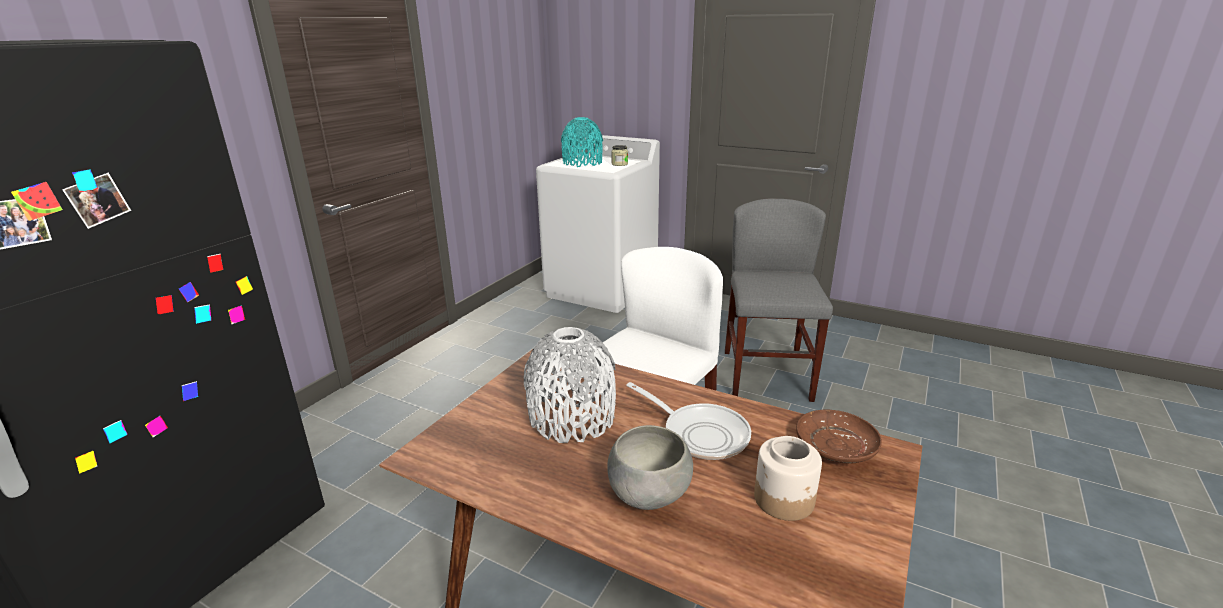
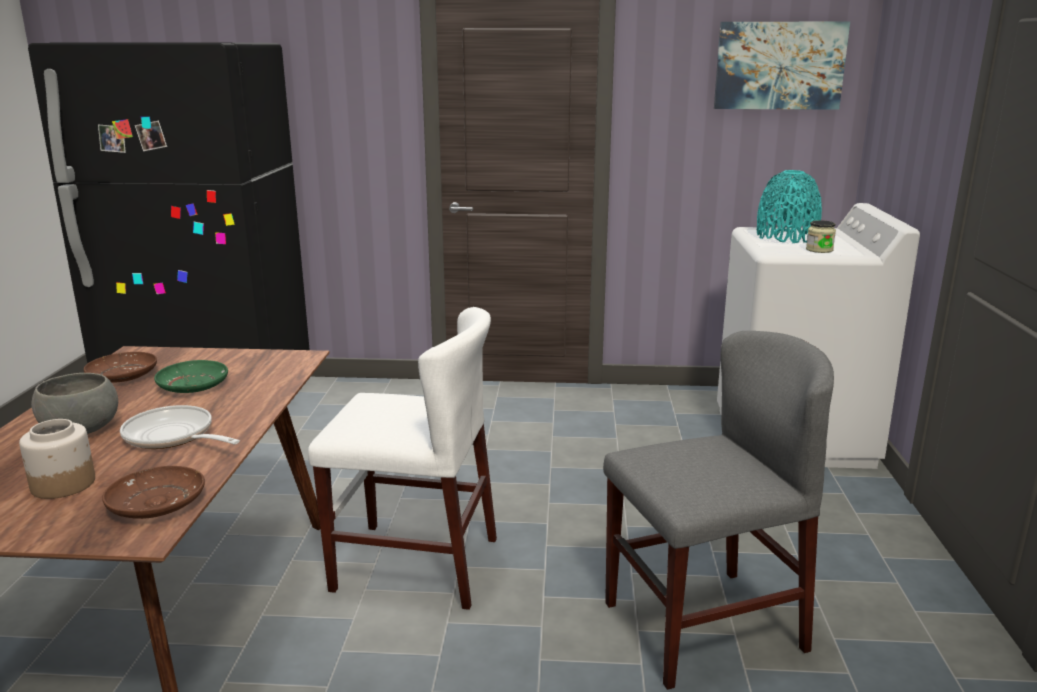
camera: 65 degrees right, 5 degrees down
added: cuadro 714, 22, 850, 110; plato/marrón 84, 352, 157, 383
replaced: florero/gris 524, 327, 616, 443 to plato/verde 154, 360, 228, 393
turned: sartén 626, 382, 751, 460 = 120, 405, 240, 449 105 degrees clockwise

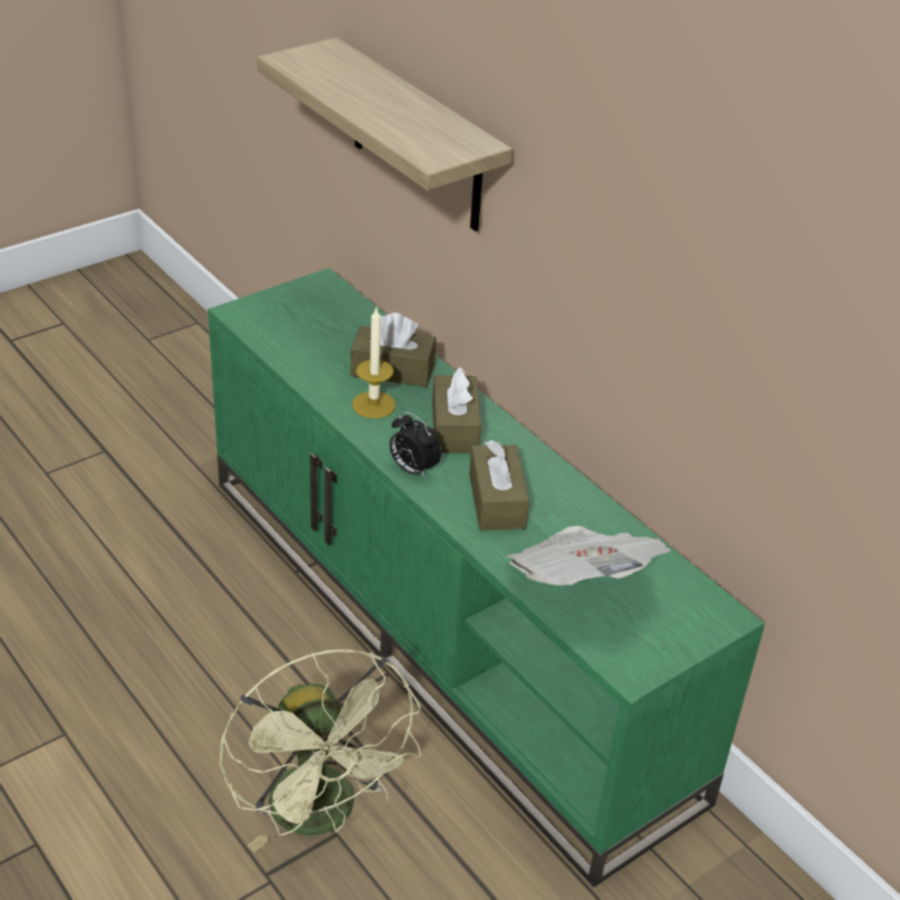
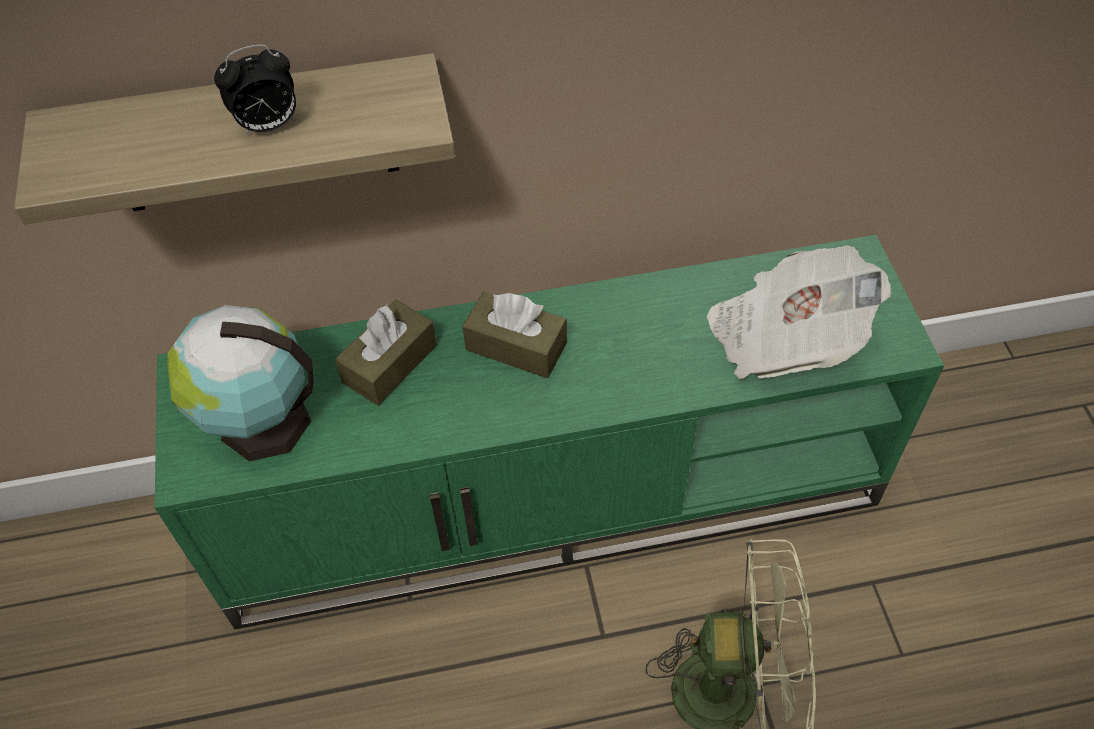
camera: 60 degrees left, 15 degrees up
removed: vela 352, 306, 396, 419; caja de pañuelos/marrón 469, 440, 529, 530
added: globo terráqueo 167, 305, 314, 461
moved: despertador 390, 412, 442, 479 to 214, 44, 296, 135

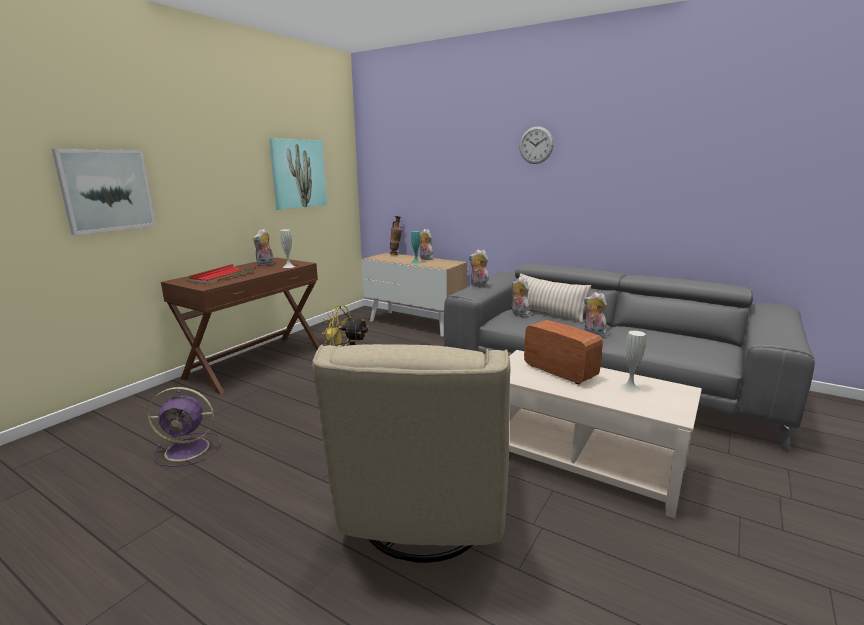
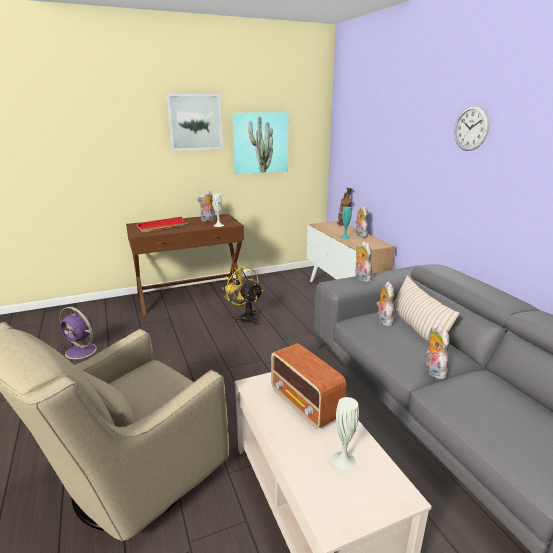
camera: 35 degrees right, 5 degrees up
moved: cuadro 52, 149, 156, 235 to 166, 94, 223, 151
turned: radio 524, 320, 603, 385 = 271, 343, 346, 429 150 degrees clockwise

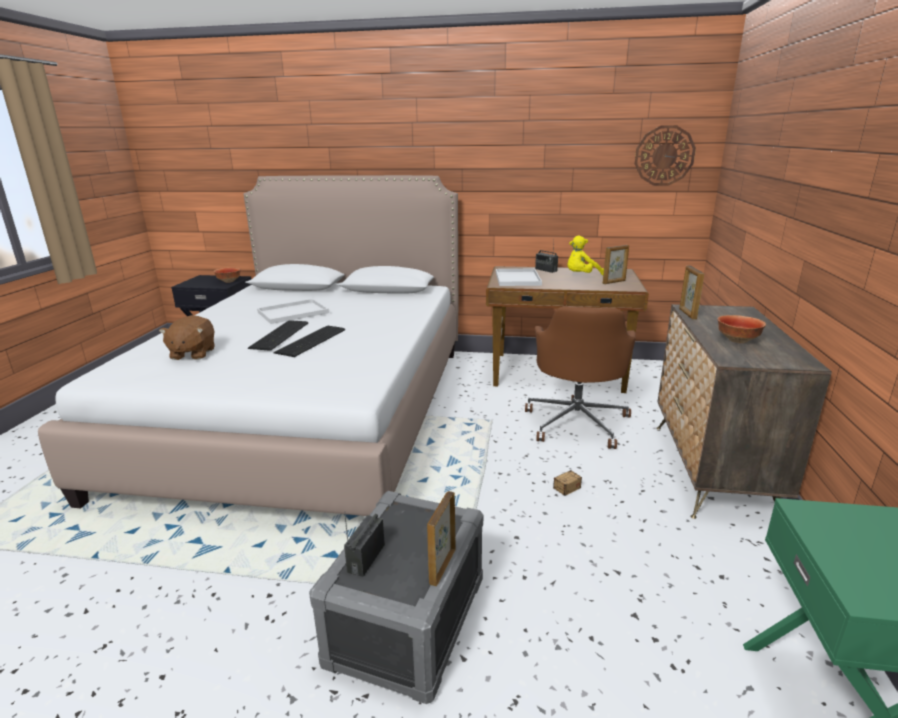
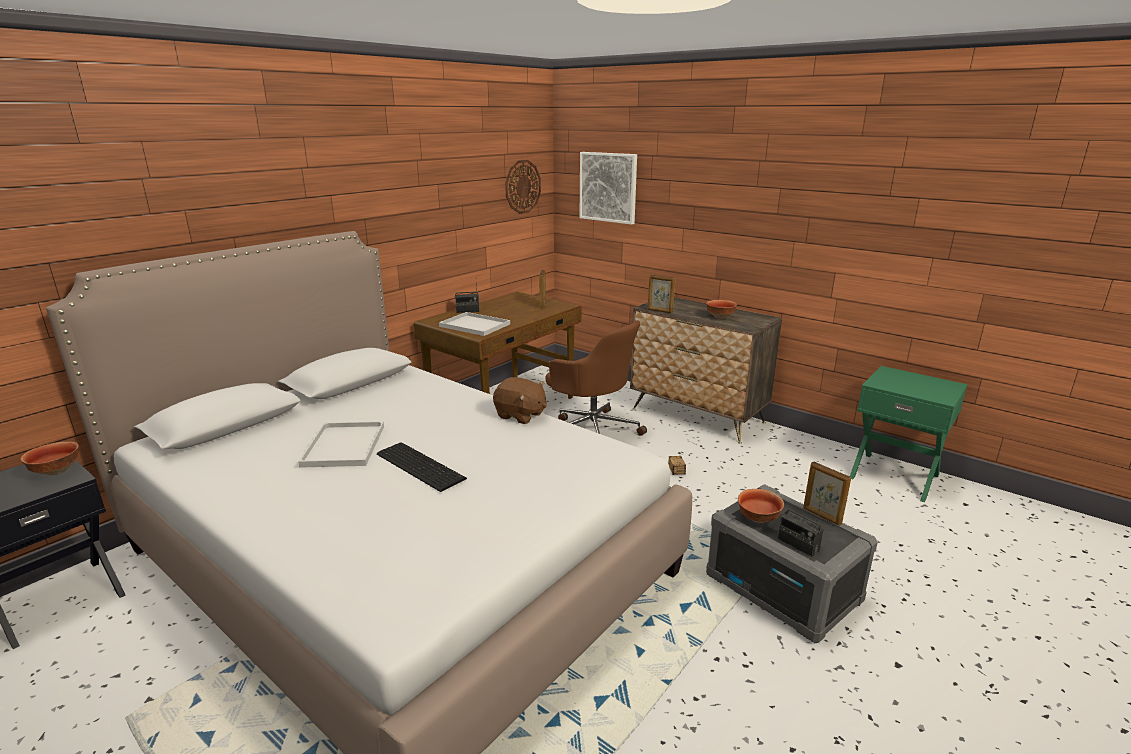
camera: 60 degrees left, 0 degrees up
removed: peluche/amarillo 567, 235, 604, 275; teclado 274, 326, 345, 357
added: cuadro 580, 152, 637, 225; cuenco 738, 489, 784, 523
moved: peluche/marrón 159, 315, 215, 360 to 493, 377, 547, 424

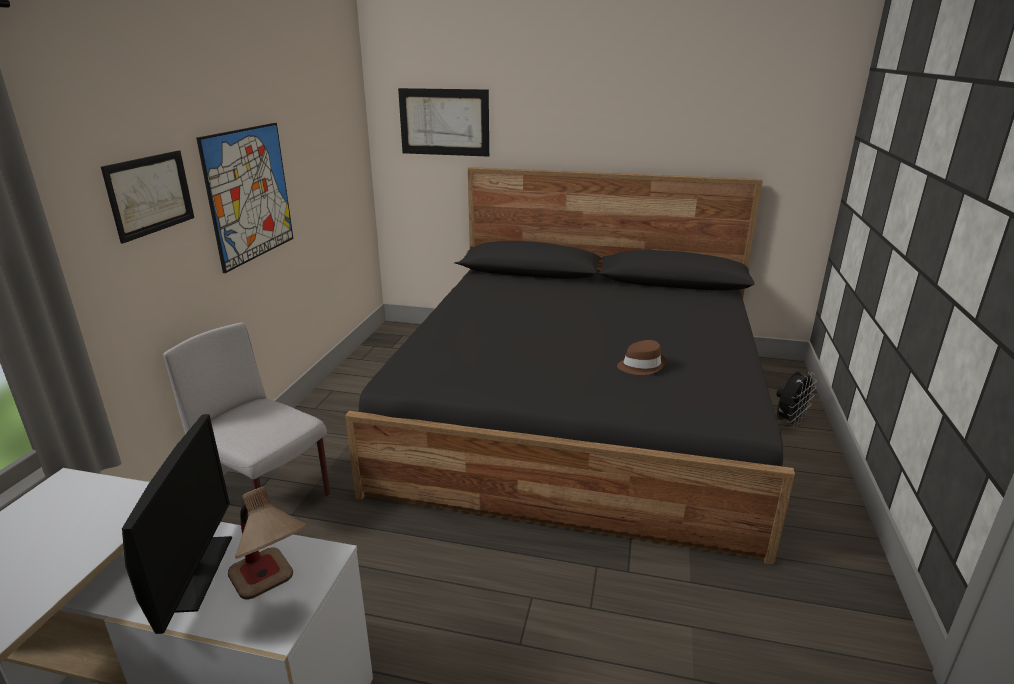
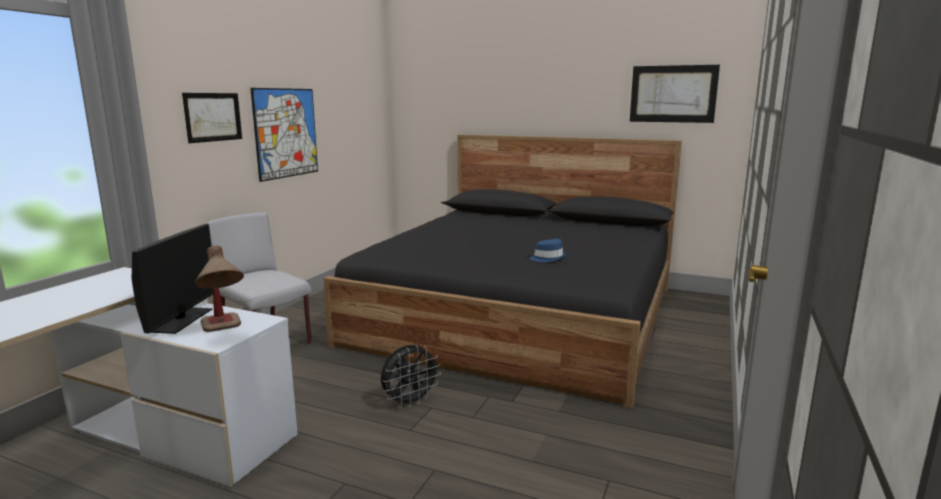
camera: 10 degrees right, 10 degrees down
moved: cuadro 398, 88, 489, 157 to 630, 65, 720, 123; ventilador/negro 776, 372, 817, 428 to 381, 345, 441, 408
recoloured: sombrero/marrón 617, 340, 666, 375 to sombrero/azul 530, 239, 567, 262

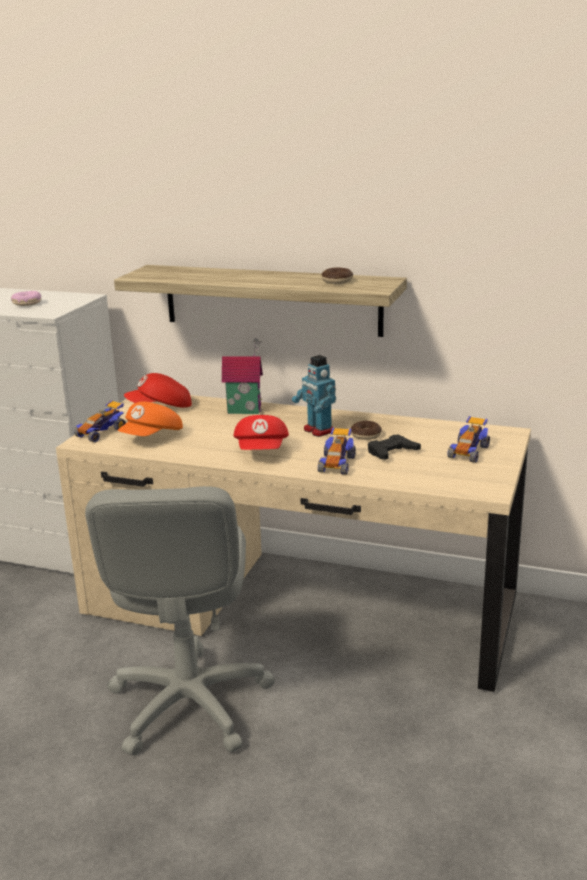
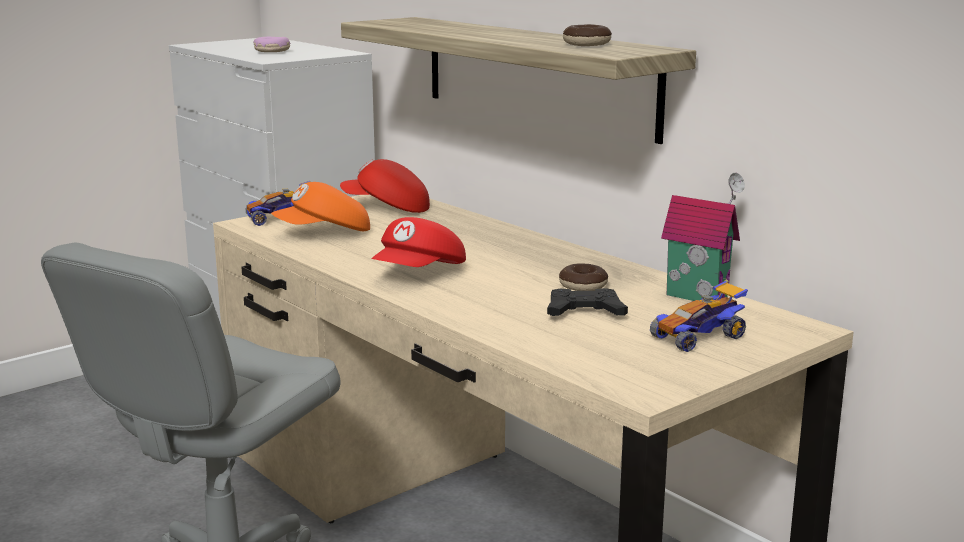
camera: 30 degrees right, 5 degrees down
removed: robot de juguete 292, 355, 336, 437; coche de juguete 318, 427, 356, 475
moved: casita 222, 338, 263, 414 to 661, 173, 745, 301

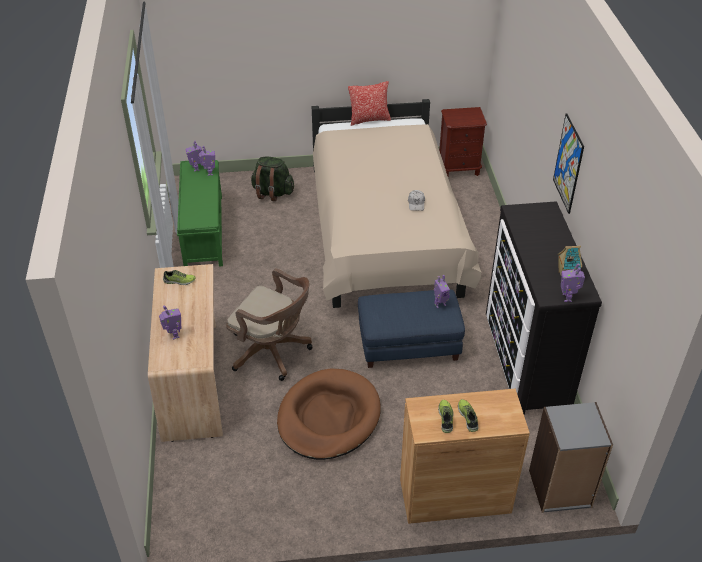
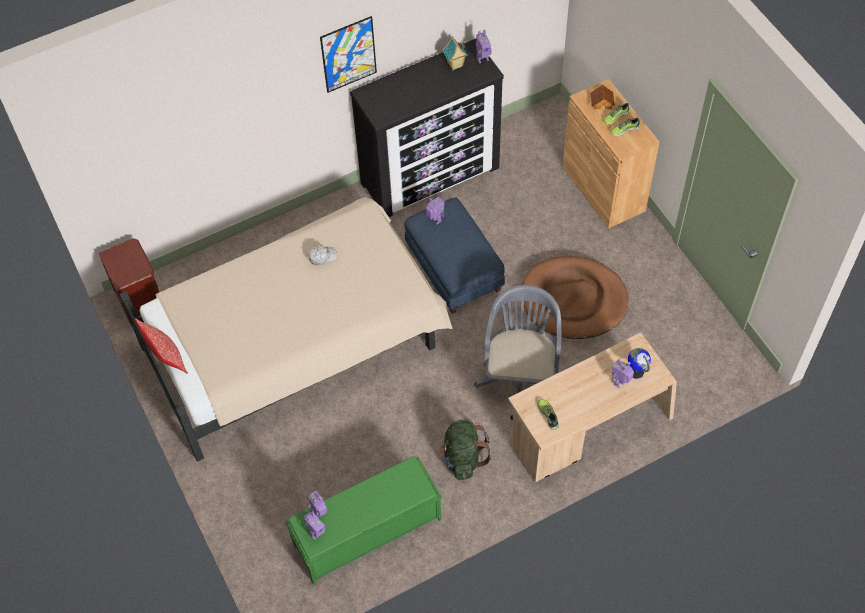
camera: 110 degrees left, 15 degrees up
removed: estantería/gris 529, 402, 613, 513
added: casita 590, 85, 615, 110; globo terráqueo 628, 348, 651, 379
moved: mochila/verde 251, 157, 294, 201 to 439, 420, 491, 480
recoloured: silla de oficina/marrón 226, 269, 313, 381 to silla de oficina/gris 474, 285, 561, 420

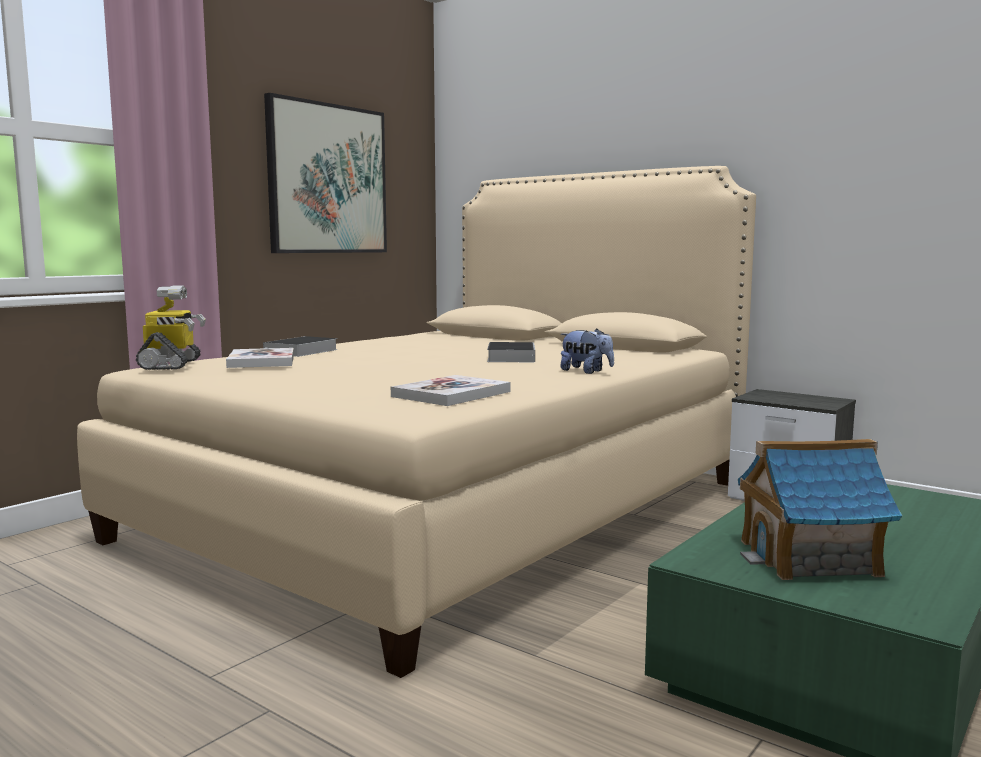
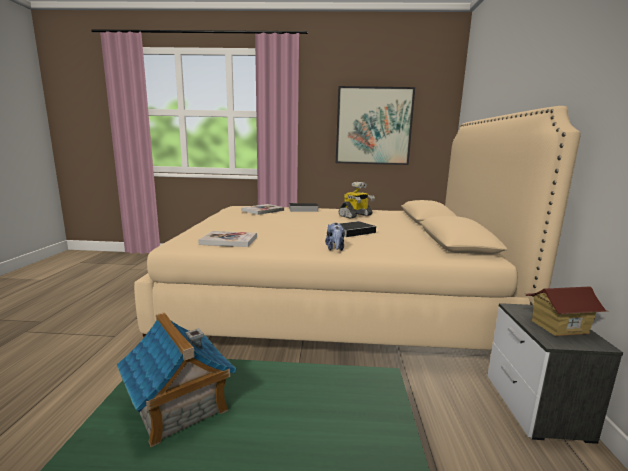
camera: 55 degrees right, 5 degrees up
added: casita 525, 287, 608, 336
moved: robot de juguete 136, 286, 206, 370 to 338, 182, 375, 219

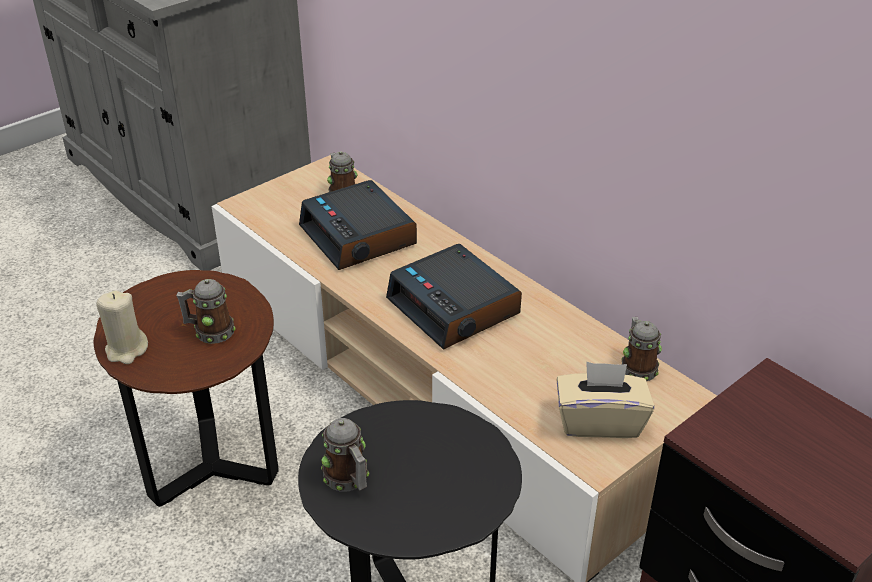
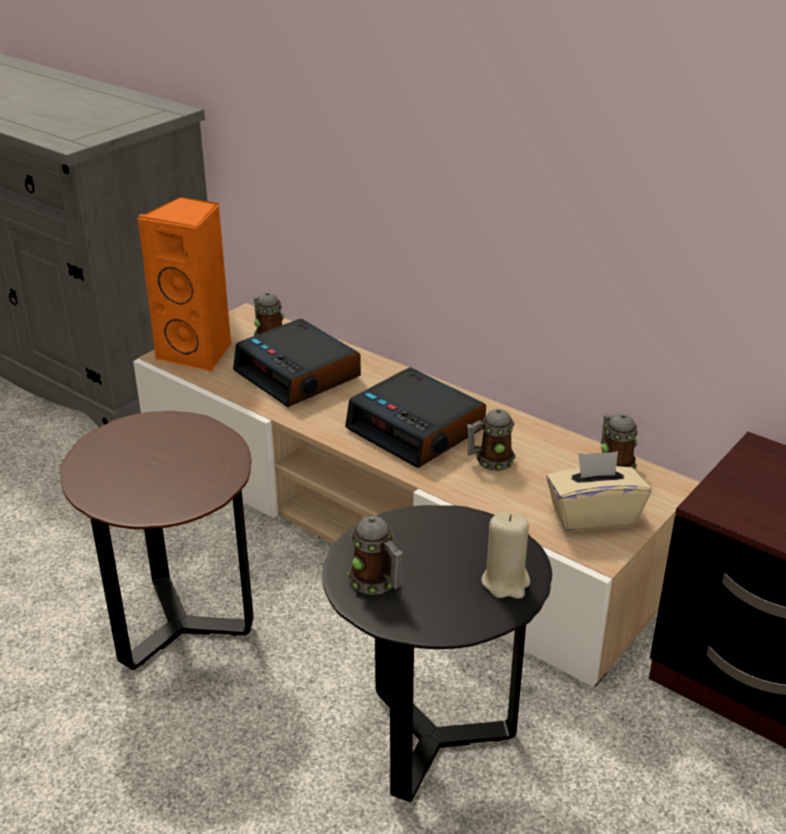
camera: 10 degrees left, 5 degrees down
added: altavoz/naranja 136, 196, 232, 373
moved: taza grande 176, 279, 236, 344 to 467, 408, 516, 471; vela/beis 96, 290, 148, 364 to 481, 511, 530, 599

